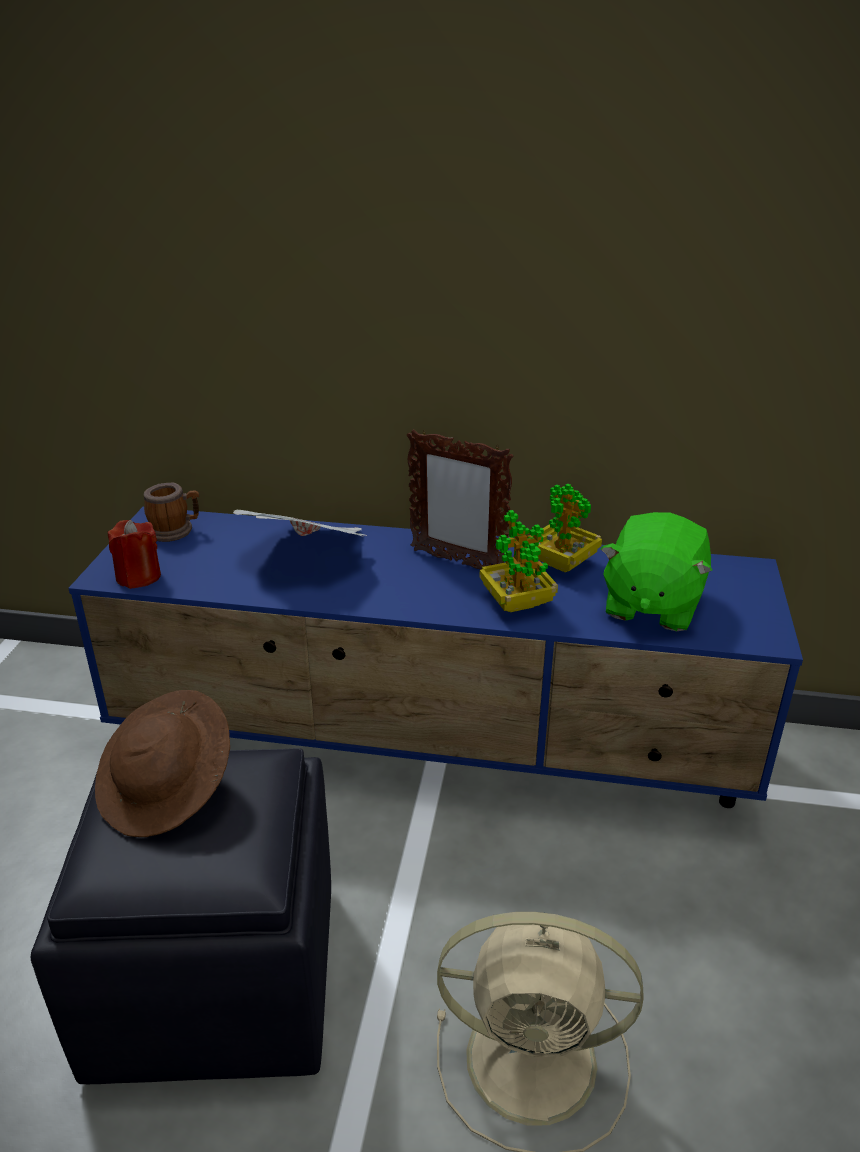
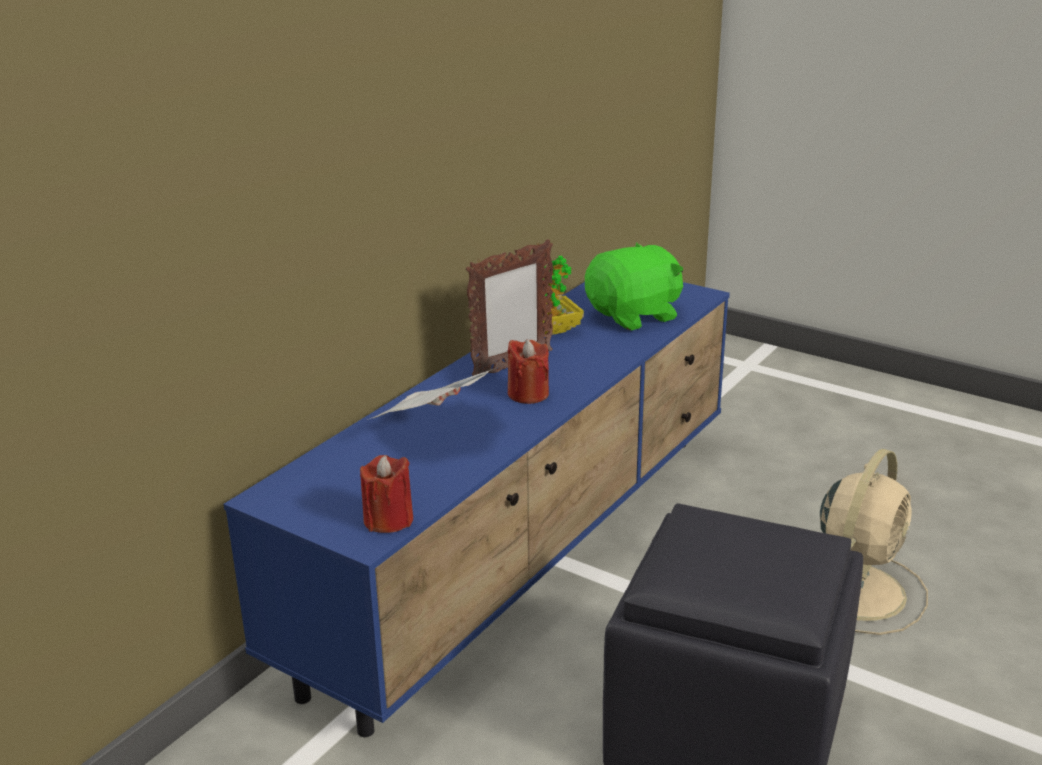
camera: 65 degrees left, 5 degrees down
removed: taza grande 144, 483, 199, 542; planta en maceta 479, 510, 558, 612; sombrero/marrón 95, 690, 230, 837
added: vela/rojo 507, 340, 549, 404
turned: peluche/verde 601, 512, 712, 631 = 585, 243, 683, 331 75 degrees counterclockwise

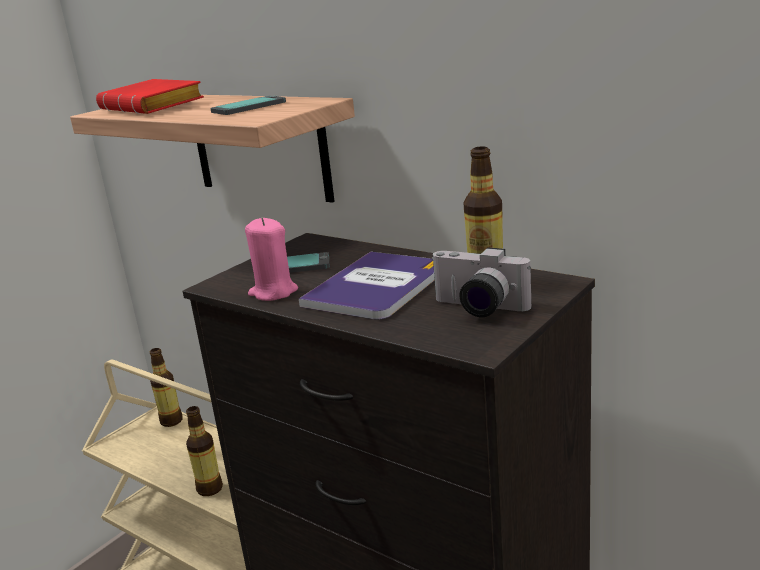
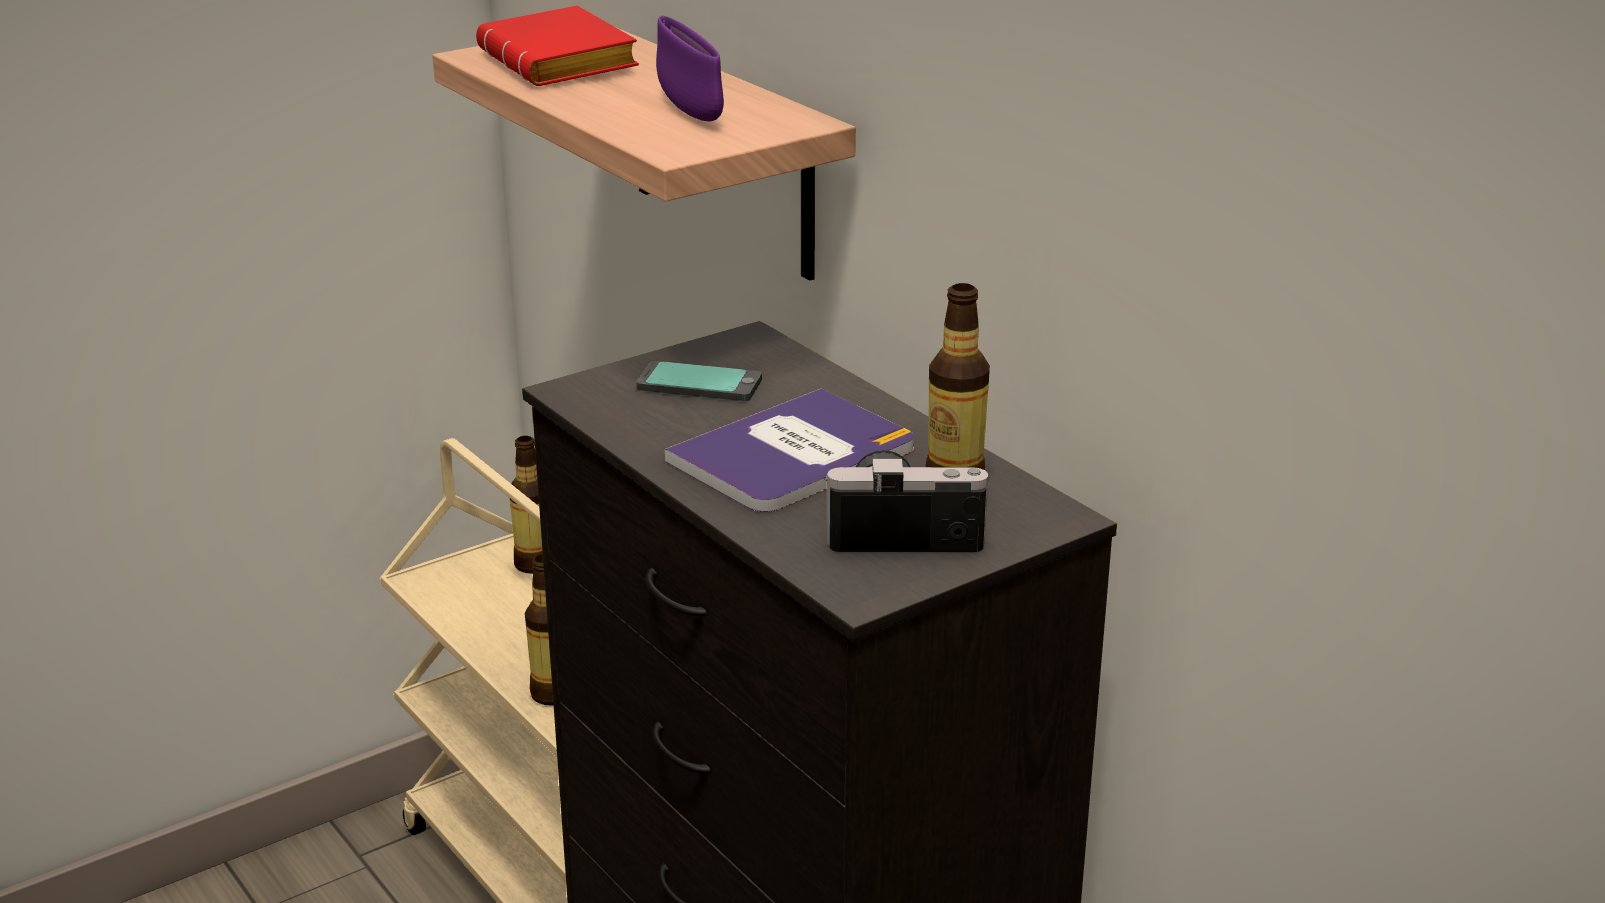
camera: 15 degrees right, 5 degrees up
removed: vela/rosa 245, 218, 298, 301
replaced: móvil 210, 96, 286, 115 to cuenco/morado 656, 16, 724, 121
turned: cámara 432, 247, 532, 317 = 824, 450, 990, 552 135 degrees clockwise

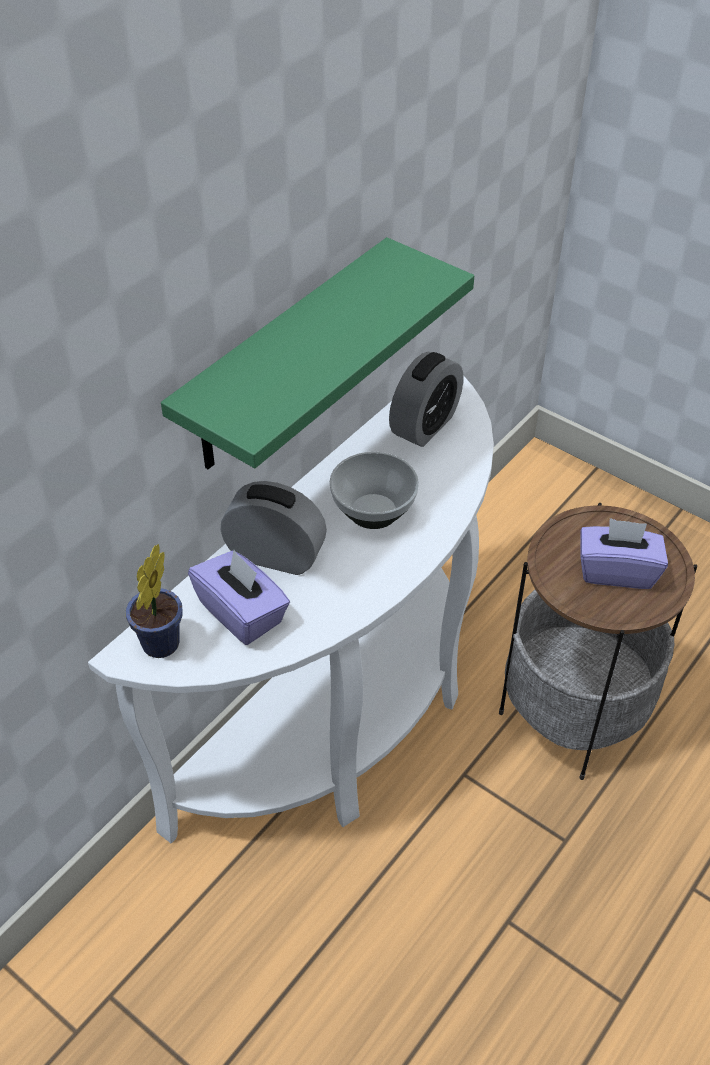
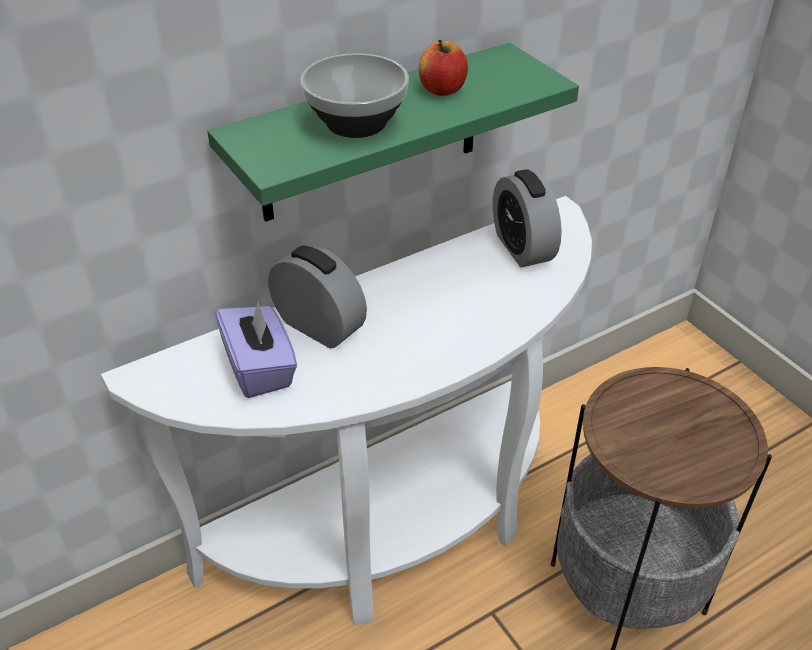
camera: 20 degrees right, 5 degrees down
removed: caja de pañuelos/morado 581, 518, 668, 589; planta en maceta 126, 544, 182, 658
added: manzana 419, 40, 468, 96
moved: cuenco 329, 452, 419, 529 to 301, 53, 409, 138
turned: despertador 389, 352, 463, 447 = 493, 169, 562, 267 105 degrees clockwise

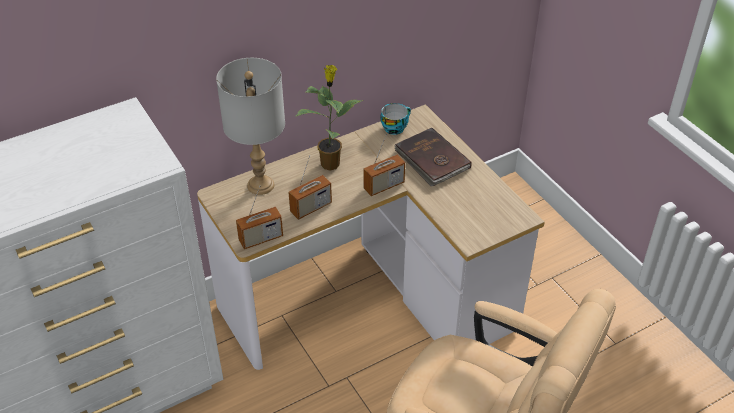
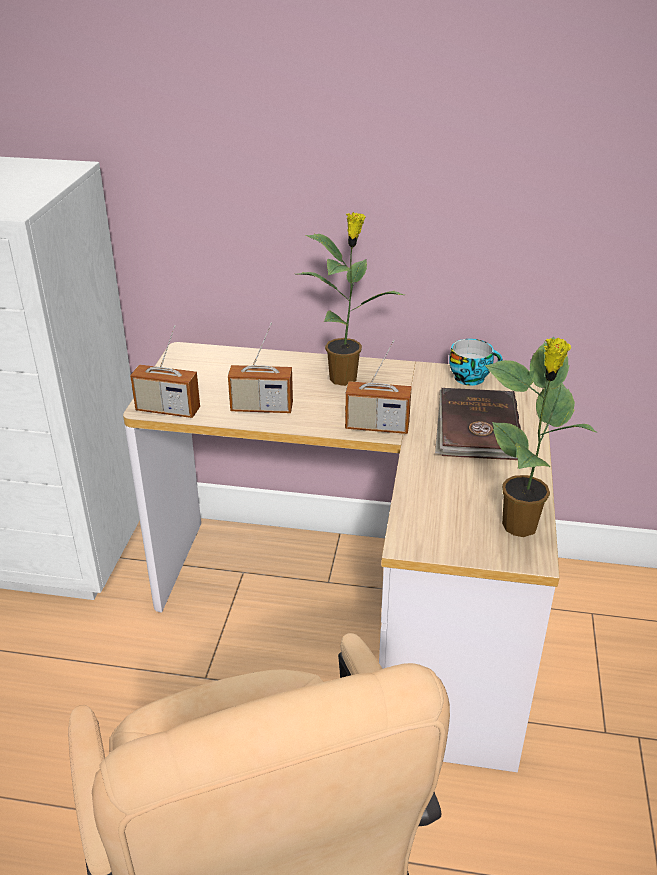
camera: 40 degrees right, 10 degrees down
removed: lámpara de mesa/gris 216, 58, 285, 195
added: planta en maceta 485, 337, 598, 537

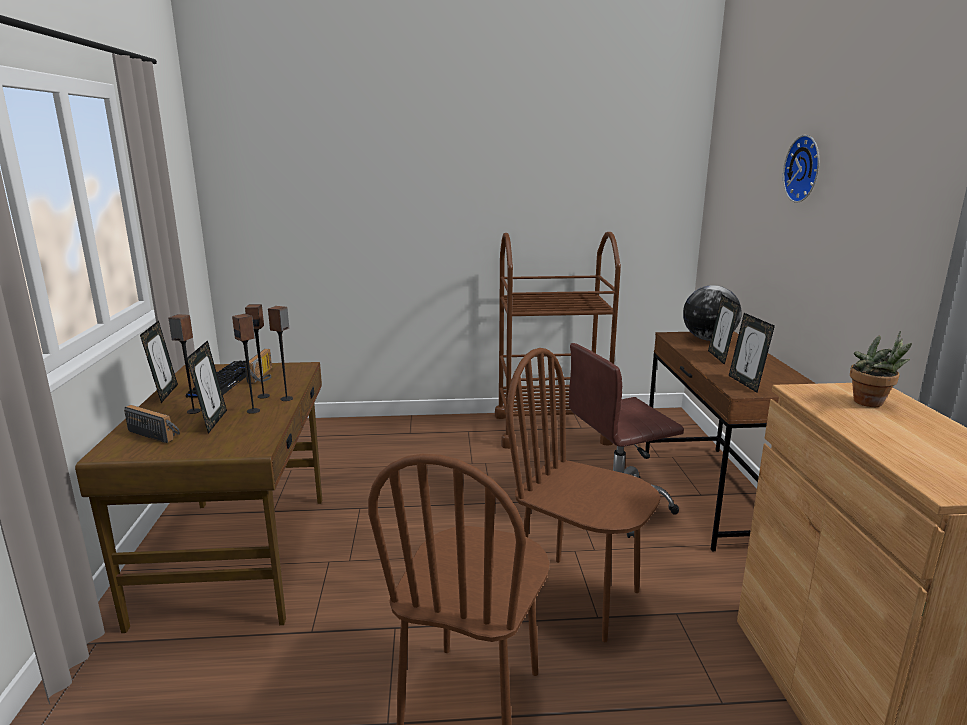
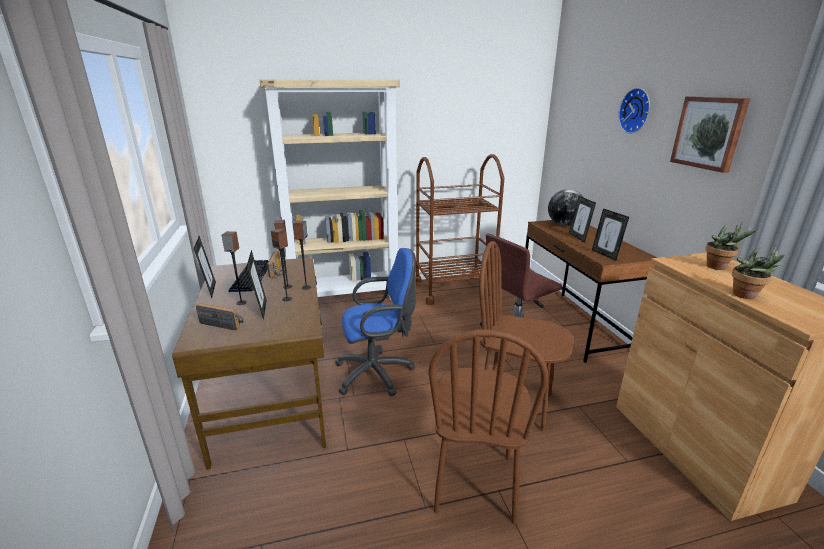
camera: 10 degrees left, 5 degrees up
added: estantería/beis 259, 79, 400, 300; cuadro 670, 96, 750, 173; planta en maceta 732, 245, 785, 299; silla de oficina/azul 335, 248, 416, 396

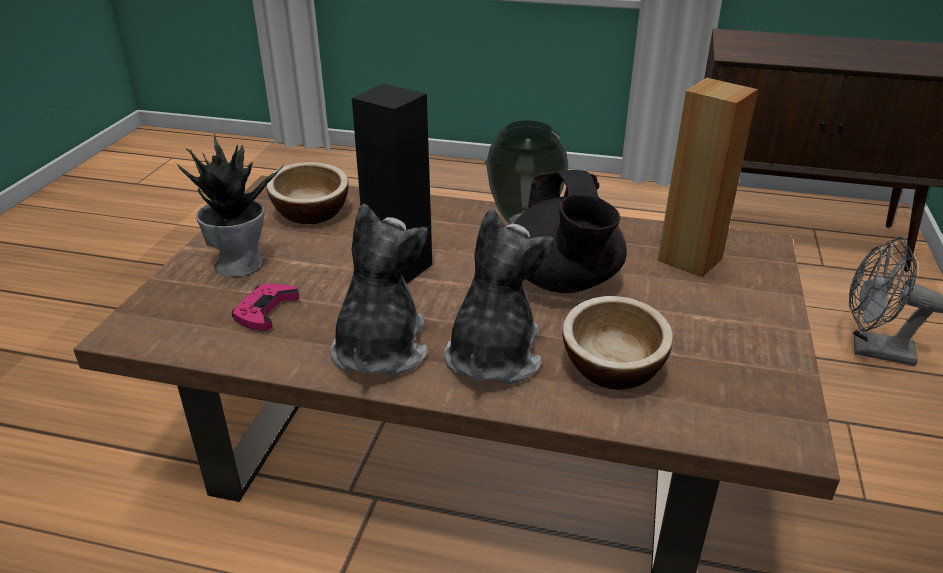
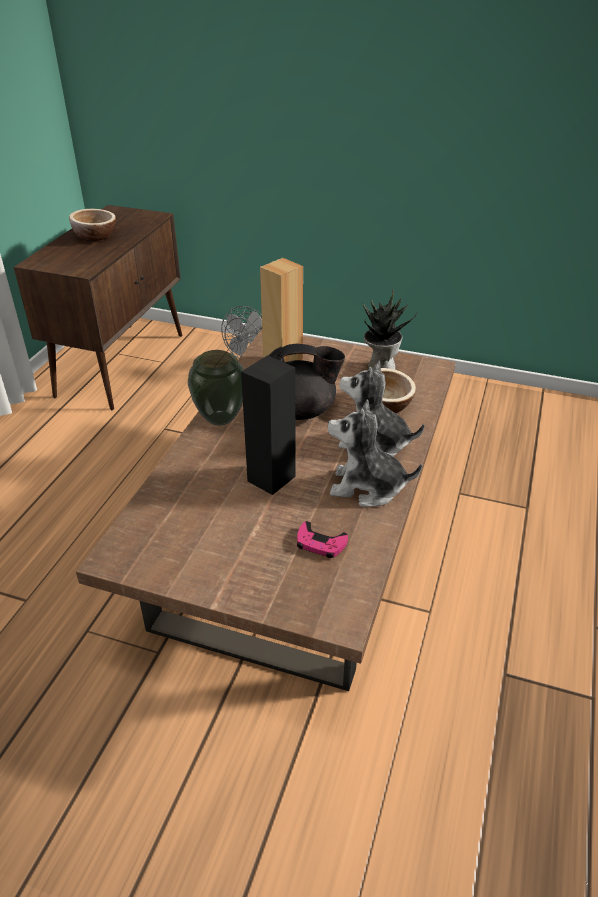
camera: 85 degrees left, 5 degrees up
moved: planta en maceta 175, 133, 283, 277 to 362, 290, 417, 370; cuenco 266, 162, 349, 224 to 69, 209, 116, 241

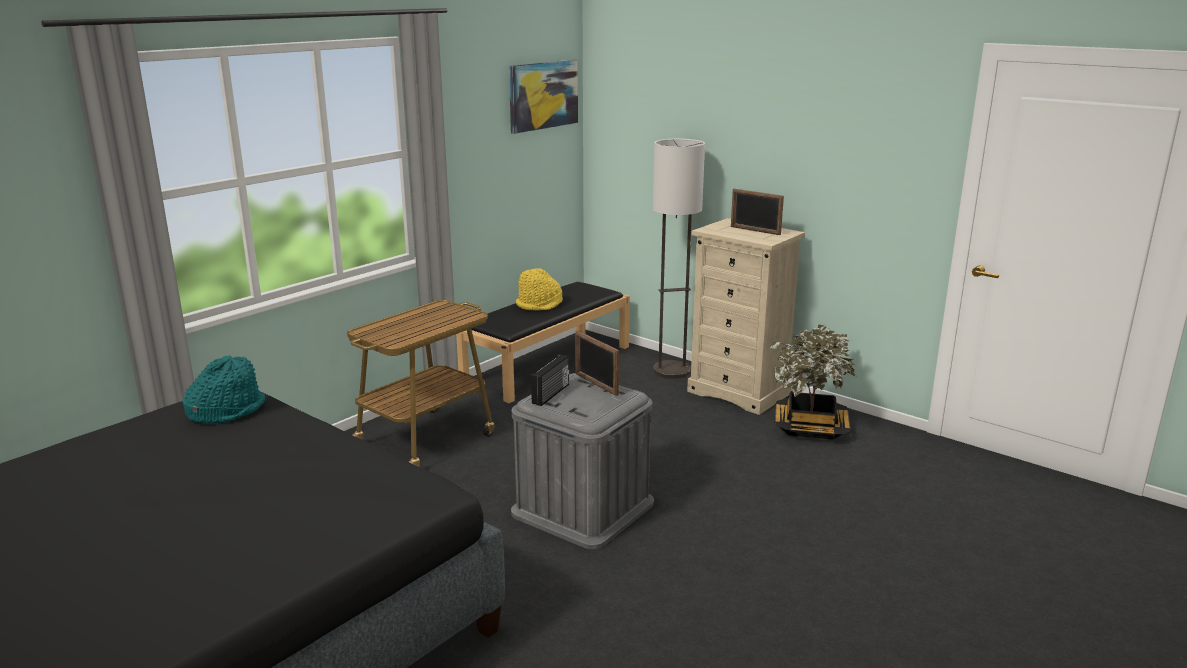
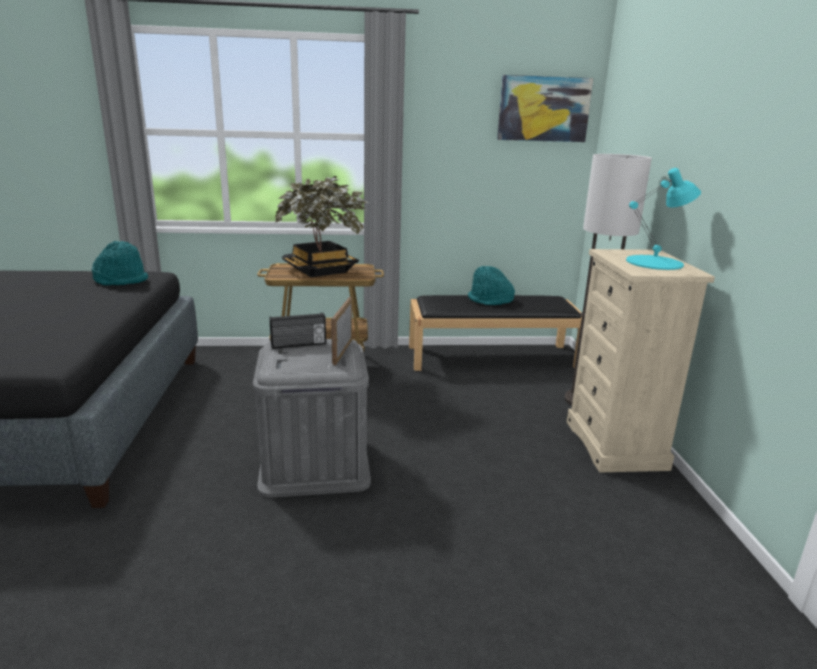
camera: 45 degrees right, 0 degrees up
moved: planta en maceta 770, 324, 857, 440 to 275, 176, 369, 277
replaced: portarretratos 731, 189, 784, 235 to lámpara de mesa/turquesa 626, 168, 701, 270
recoloured: sombrero/amarillo 516, 268, 563, 310 to sombrero/turquesa 468, 266, 515, 305

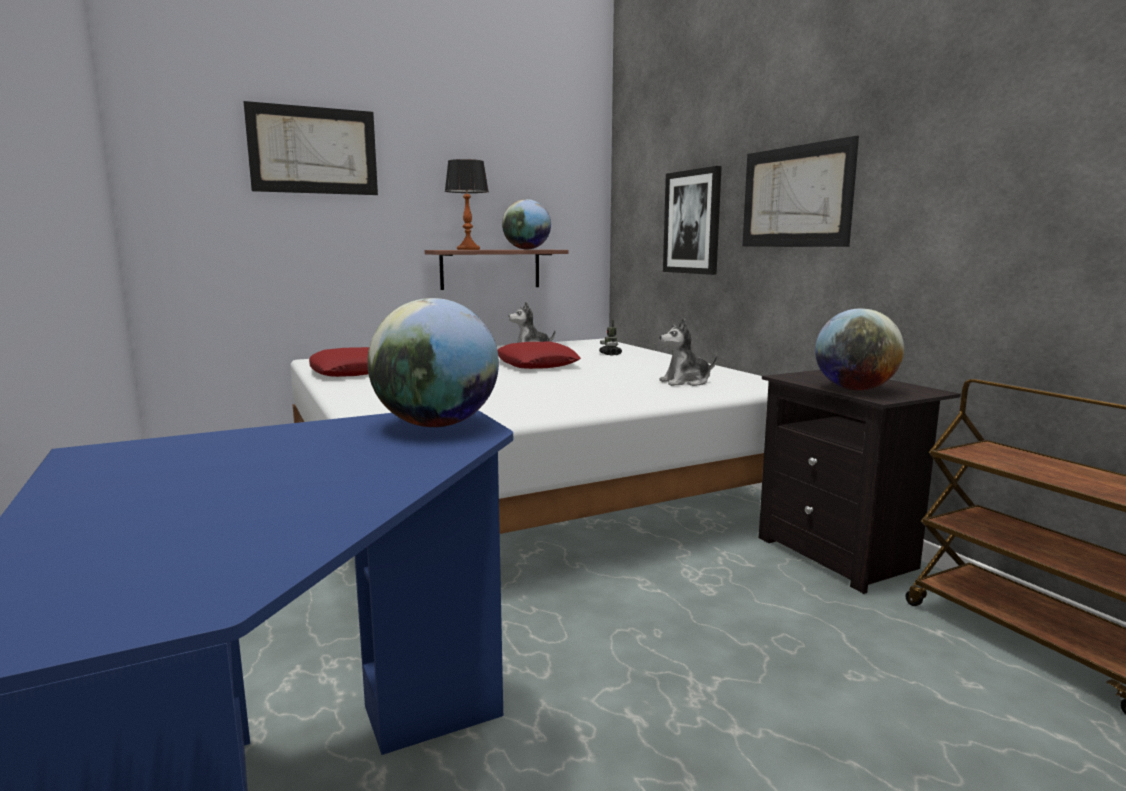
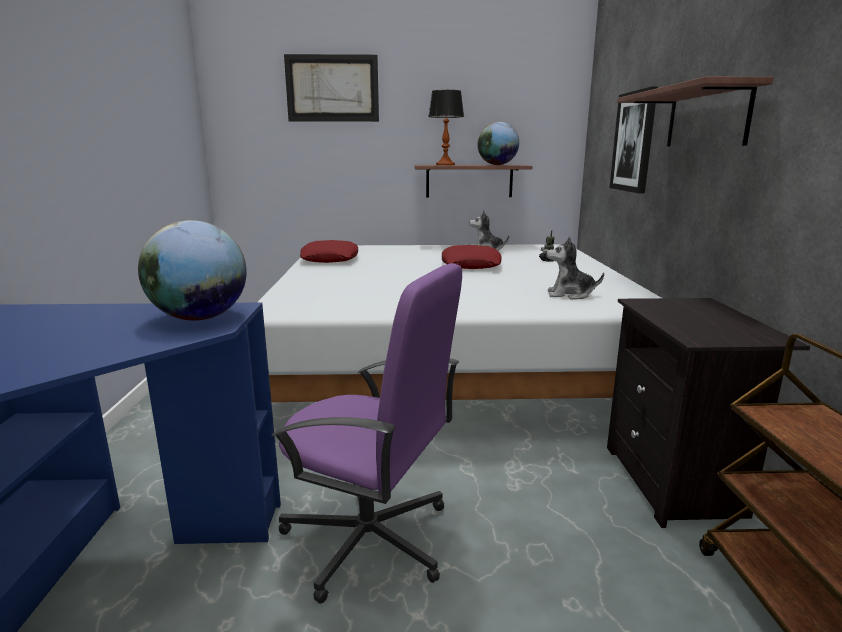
camera: 25 degrees right, 5 degrees up
removed: globo terráqueo 815, 308, 904, 390
added: silla de oficina/morado 271, 263, 462, 604
replaced: cuadro 742, 136, 859, 247 to estante 617, 77, 773, 147

